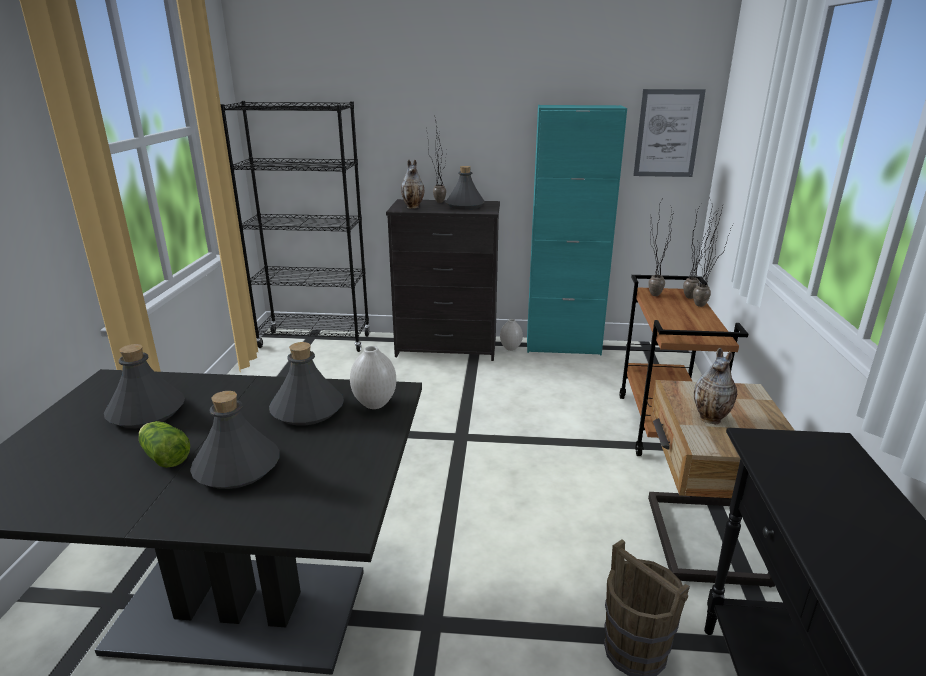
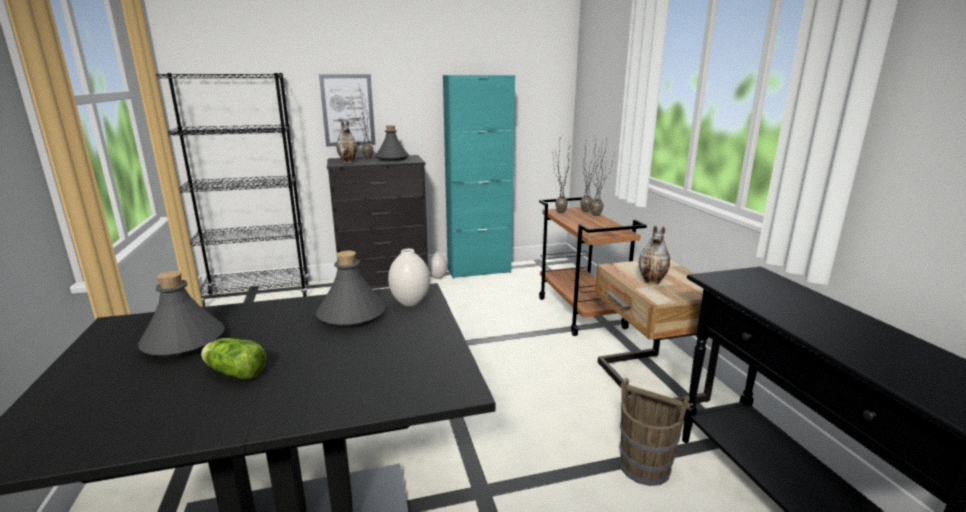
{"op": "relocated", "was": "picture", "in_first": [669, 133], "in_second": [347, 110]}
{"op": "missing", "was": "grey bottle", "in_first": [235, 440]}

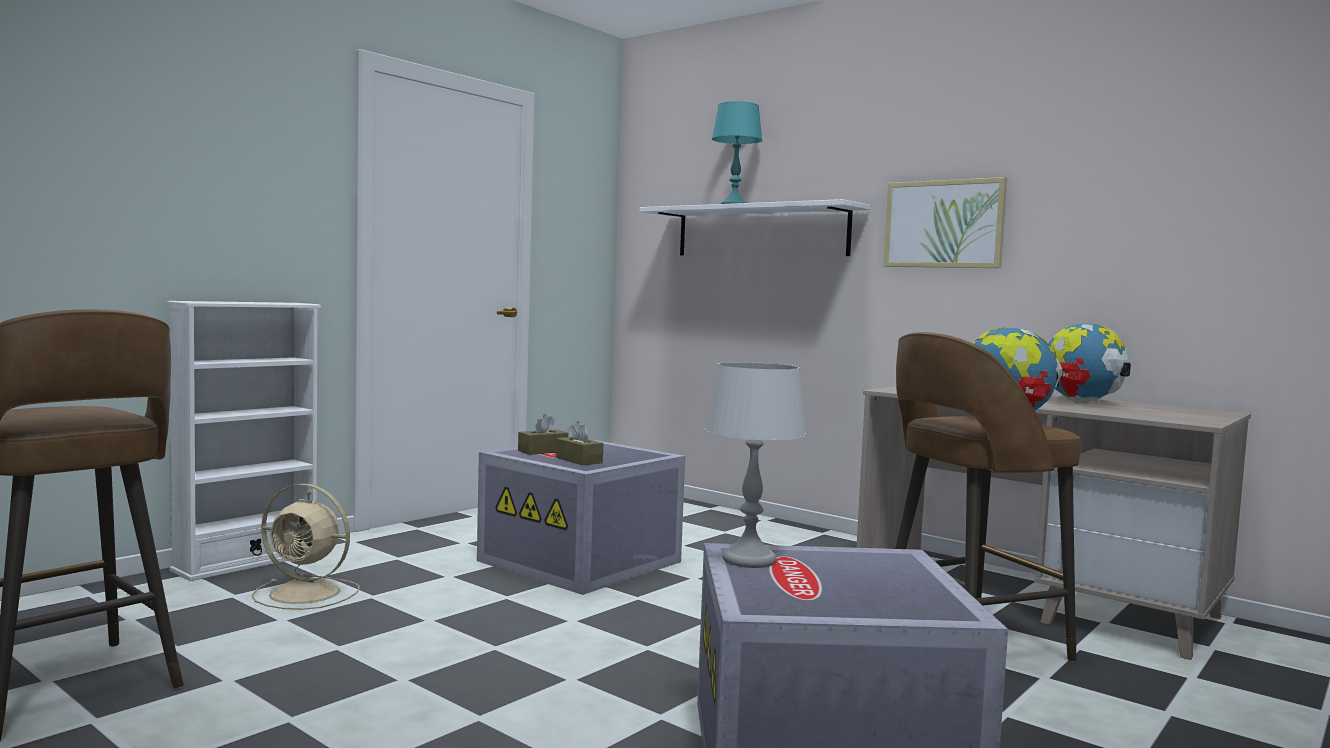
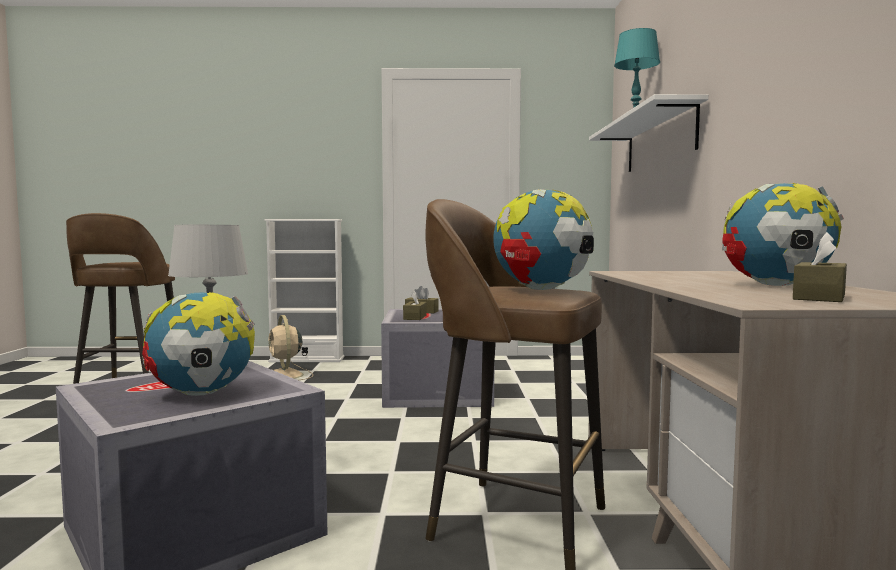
{"op": "missing", "was": "picture", "in_first": [945, 222]}
{"op": "appeared", "now": "brown tissue box", "in_second": [820, 267]}
{"op": "appeared", "now": "globe", "in_second": [198, 344]}

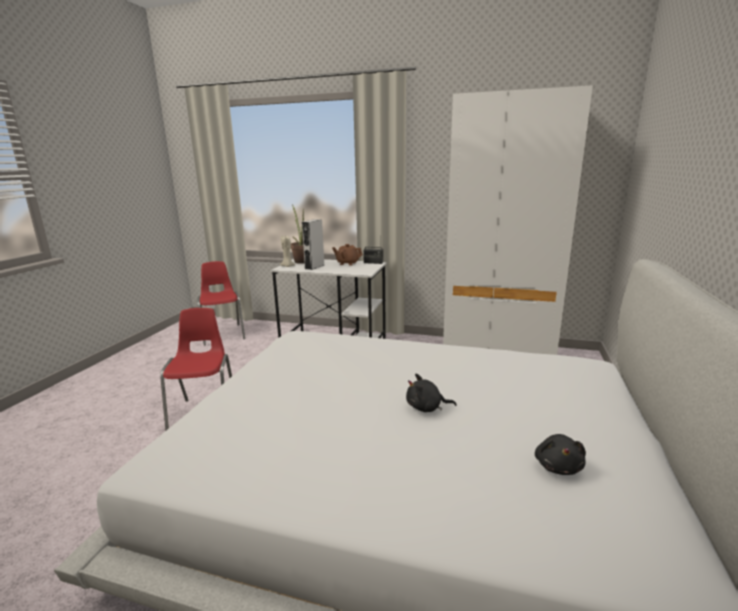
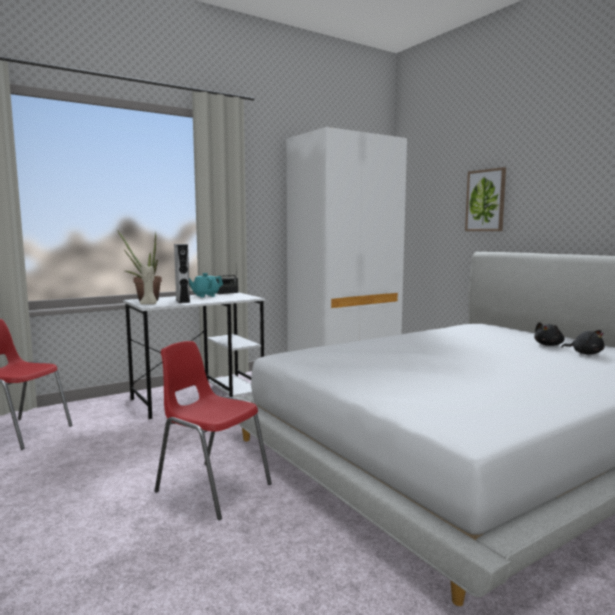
{"op": "colour", "was": "brown teapot", "now": "turquoise teapot", "in_first": [347, 255], "in_second": [206, 285]}
{"op": "relocated", "was": "black plush toy", "in_first": [431, 393], "in_second": [549, 334]}
{"op": "appeared", "now": "picture", "in_second": [485, 199]}

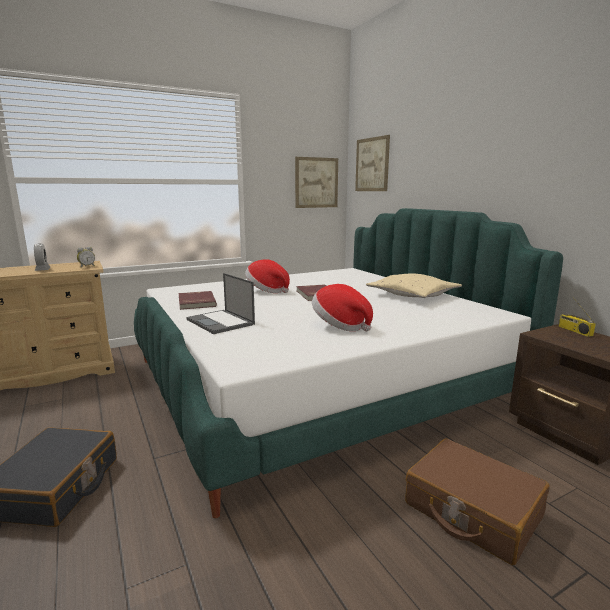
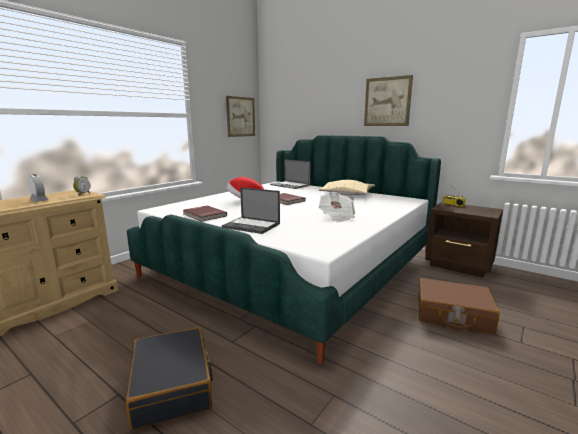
{"op": "relocated", "was": "picture", "in_first": [372, 163], "in_second": [388, 100]}
{"op": "exchanged", "was": "hat", "now": "newspaper", "in_first": [342, 307], "in_second": [337, 207]}
{"op": "appeared", "now": "laptop", "in_second": [290, 174]}

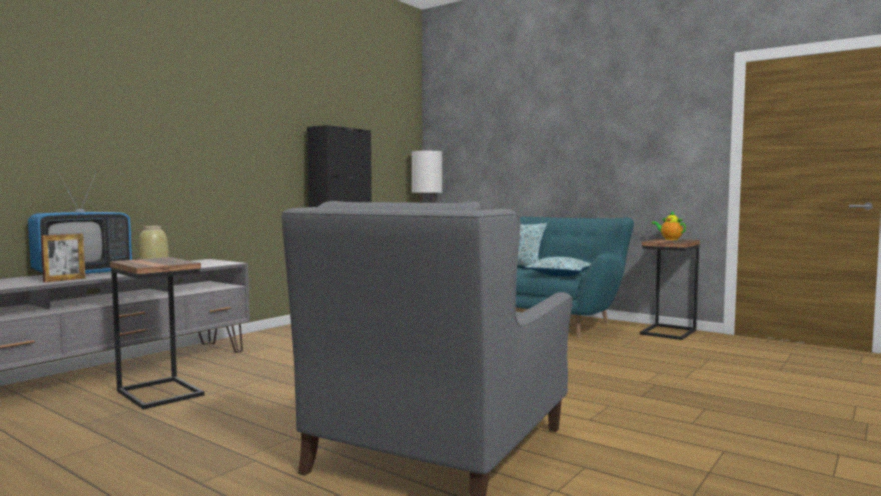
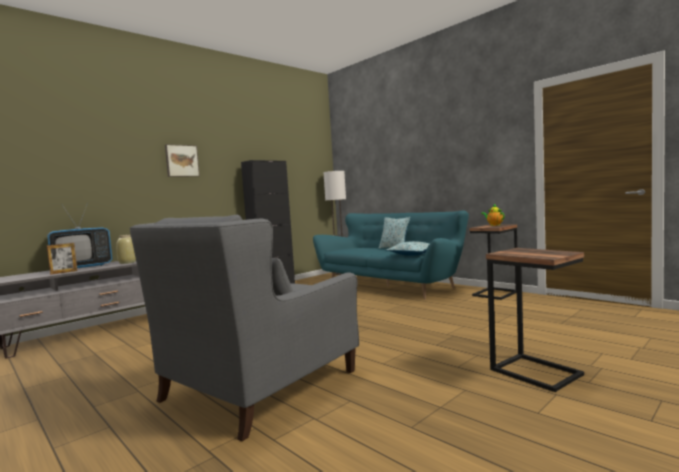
{"op": "relocated", "was": "side table", "in_first": [157, 333], "in_second": [535, 320]}
{"op": "appeared", "now": "picture", "in_second": [182, 160]}

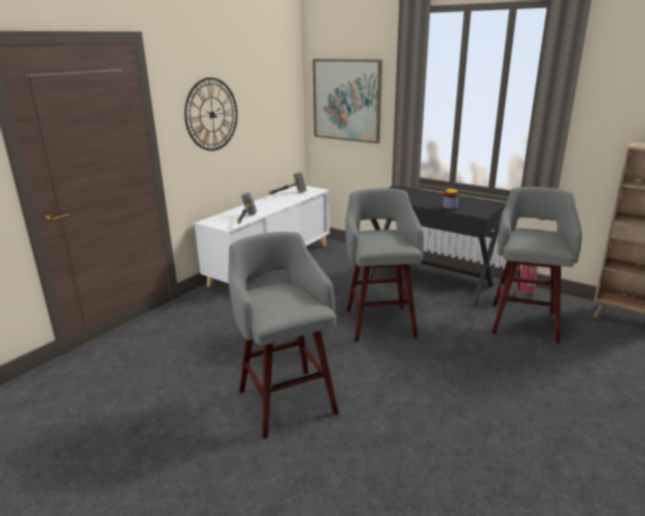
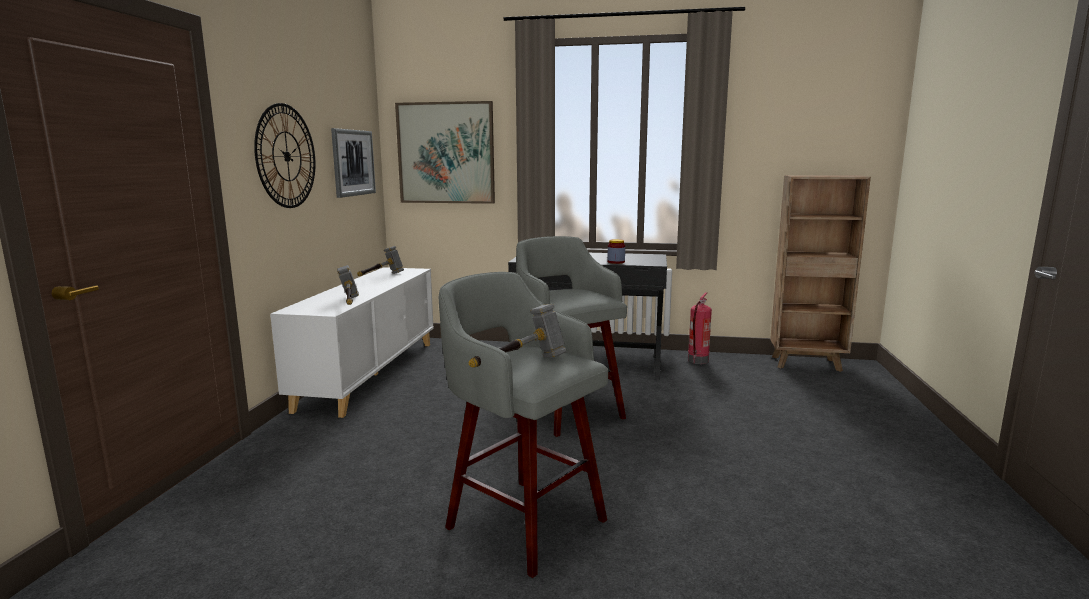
{"op": "missing", "was": "grey stool", "in_first": [537, 265]}
{"op": "appeared", "now": "picture", "in_second": [353, 163]}
{"op": "appeared", "now": "hammer", "in_second": [517, 336]}

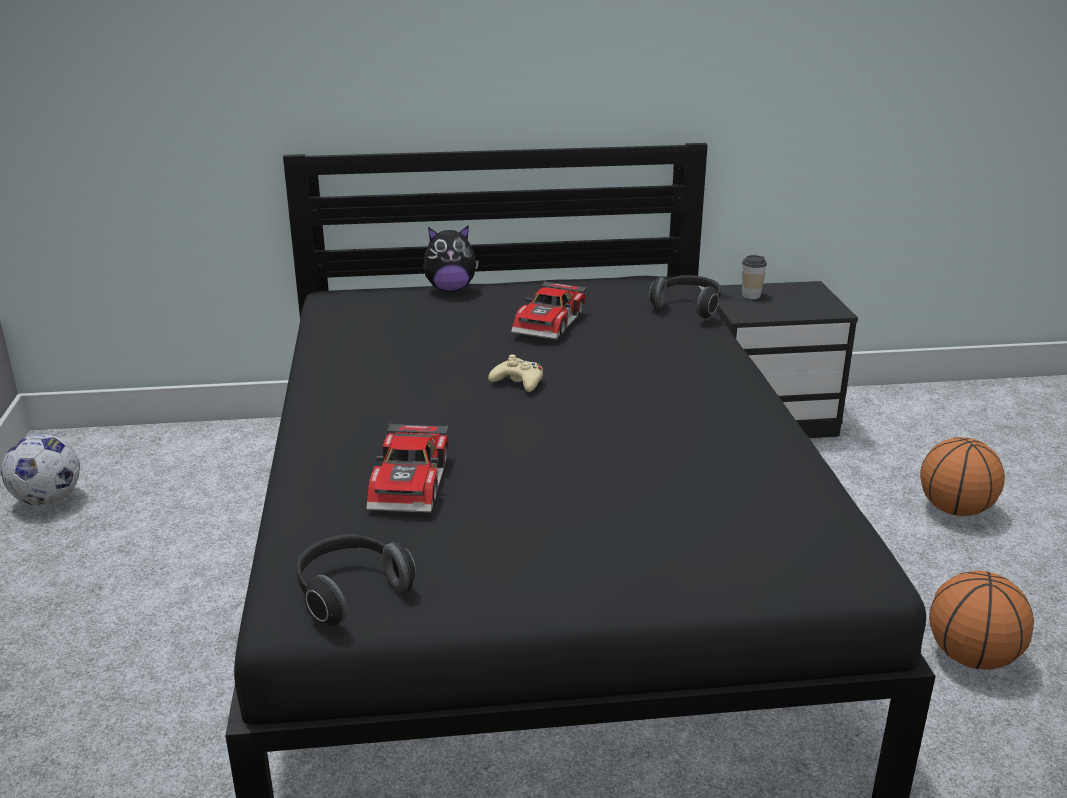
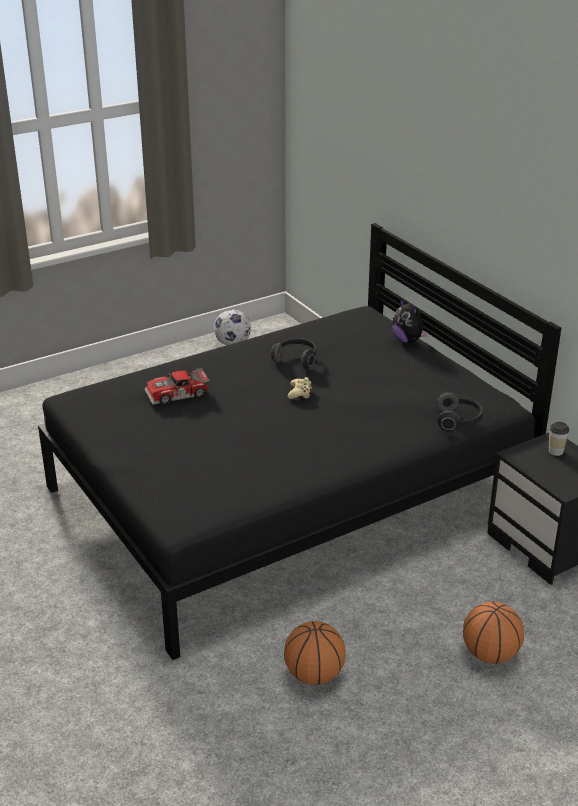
{"op": "missing", "was": "toy car", "in_first": [549, 310]}
{"op": "relocated", "was": "headphones", "in_first": [356, 580], "in_second": [293, 353]}

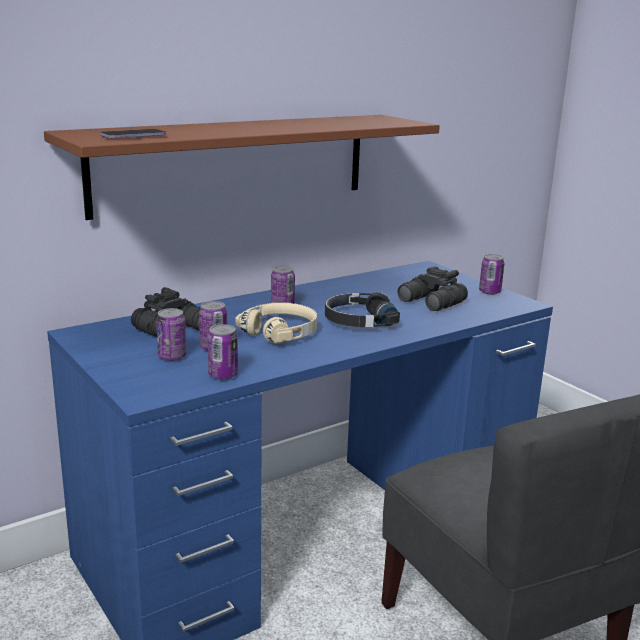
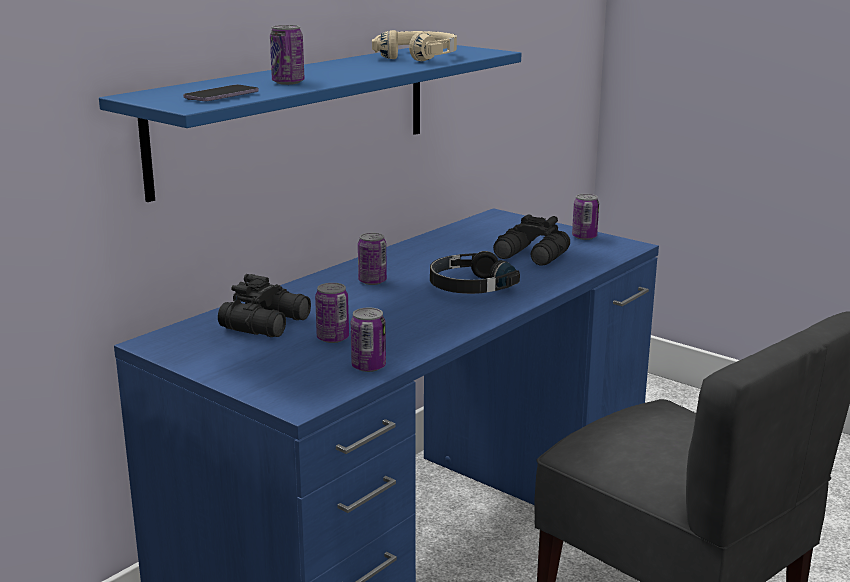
{"op": "colour", "was": "brown shelf", "now": "blue shelf", "in_first": [242, 167], "in_second": [310, 123]}
{"op": "relocated", "was": "beige headphones", "in_first": [276, 323], "in_second": [414, 45]}
{"op": "relocated", "was": "can", "in_first": [171, 334], "in_second": [287, 55]}

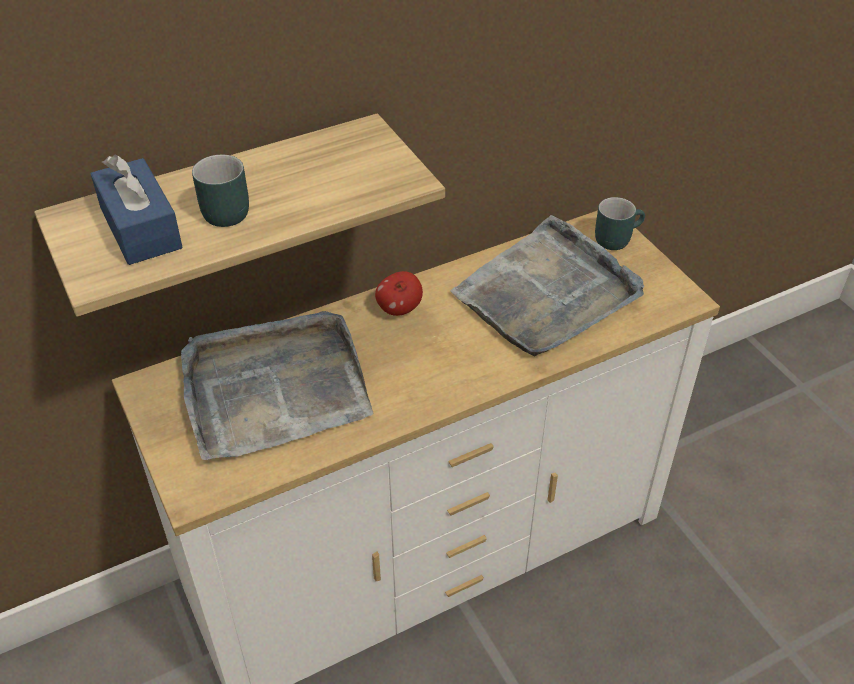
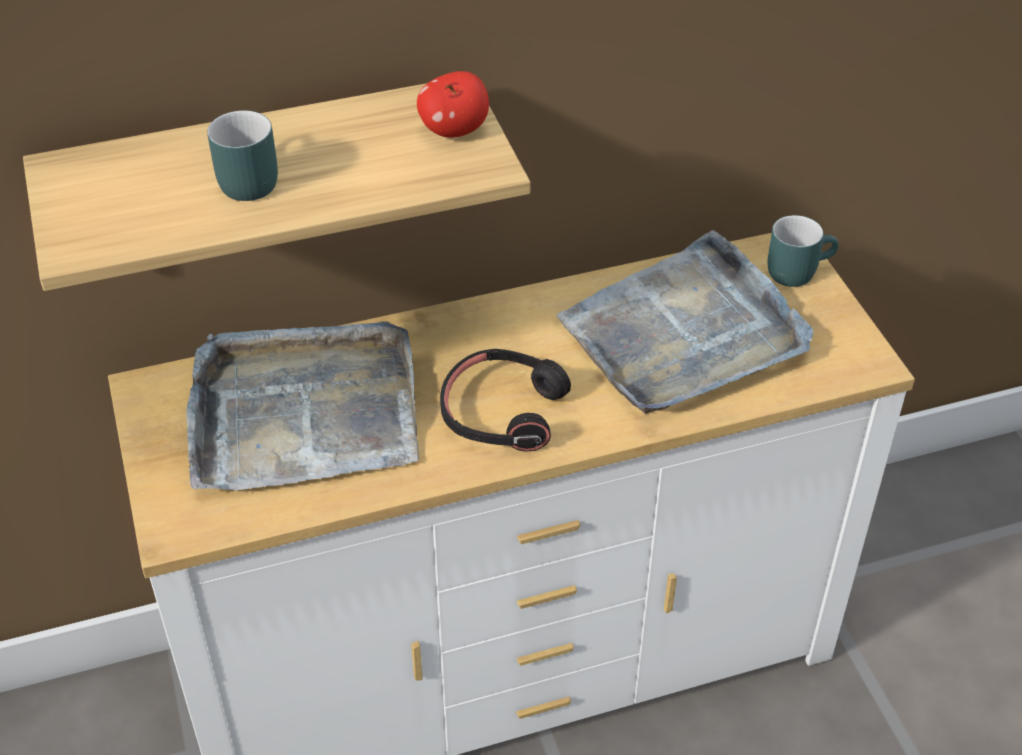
{"op": "missing", "was": "blue tissue box", "in_first": [137, 209]}
{"op": "relocated", "was": "apple", "in_first": [399, 293], "in_second": [453, 104]}
{"op": "appeared", "now": "black headphones", "in_second": [505, 400]}

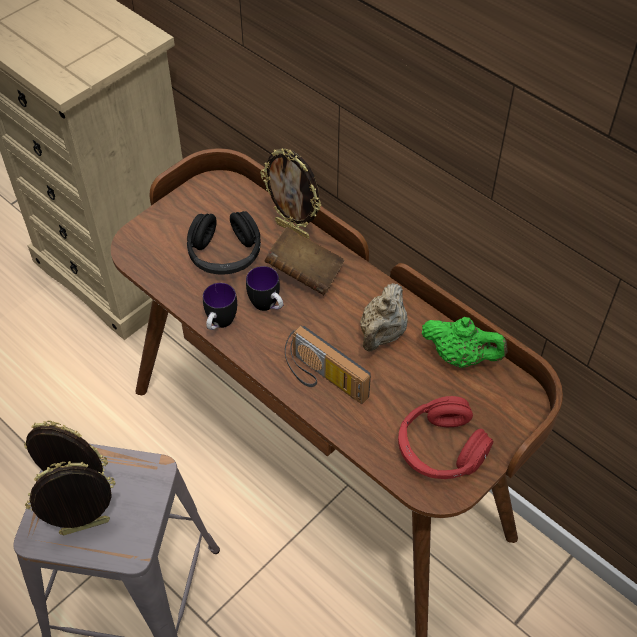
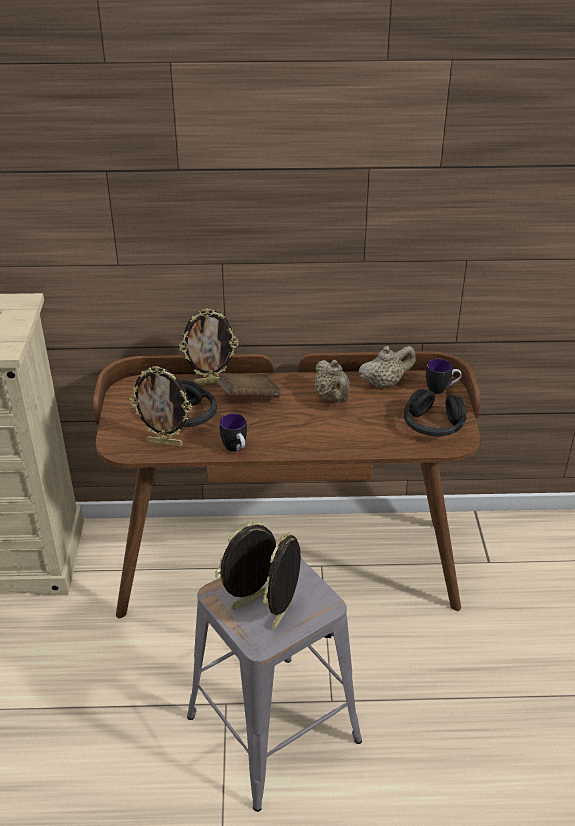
{"op": "relocated", "was": "mug", "in_first": [265, 288], "in_second": [444, 376]}
{"op": "colour", "was": "green teapot", "now": "beige teapot", "in_first": [464, 342], "in_second": [387, 367]}
{"op": "missing", "was": "radio", "in_first": [328, 364]}
{"op": "colour", "was": "red headphones", "now": "black headphones", "in_first": [445, 437], "in_second": [435, 412]}
{"op": "appeared", "now": "picture frame", "in_second": [160, 406]}

